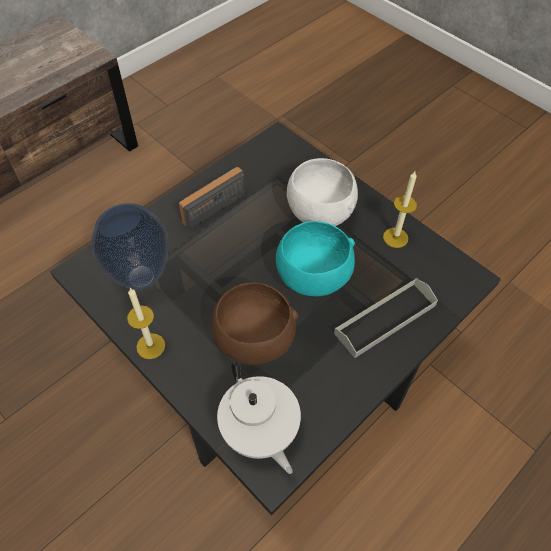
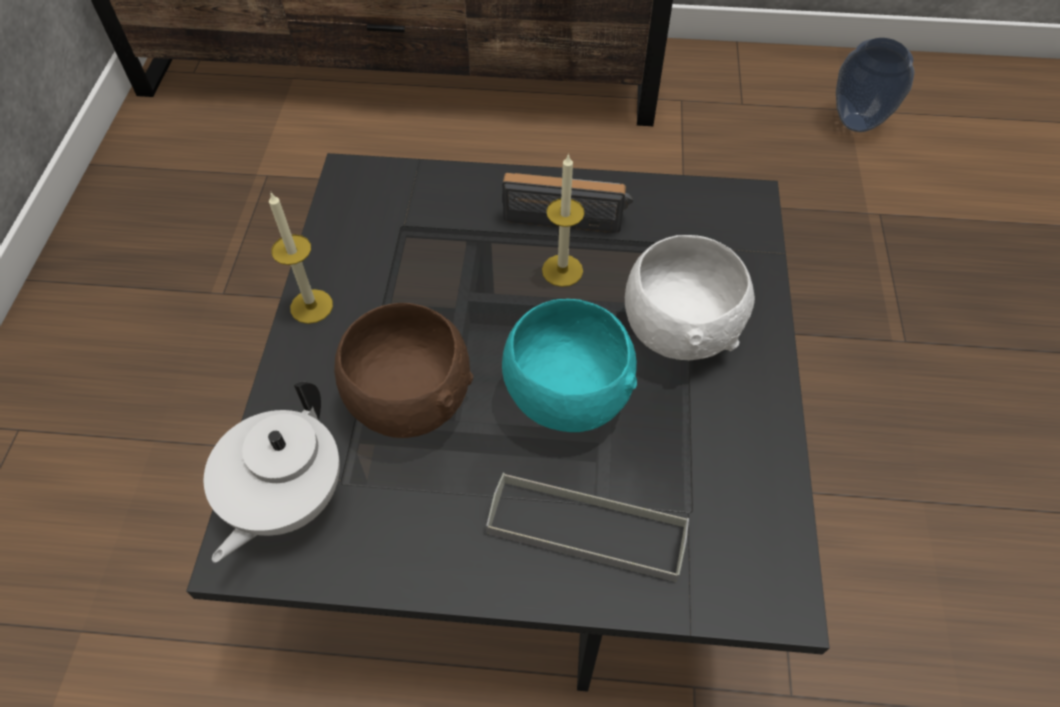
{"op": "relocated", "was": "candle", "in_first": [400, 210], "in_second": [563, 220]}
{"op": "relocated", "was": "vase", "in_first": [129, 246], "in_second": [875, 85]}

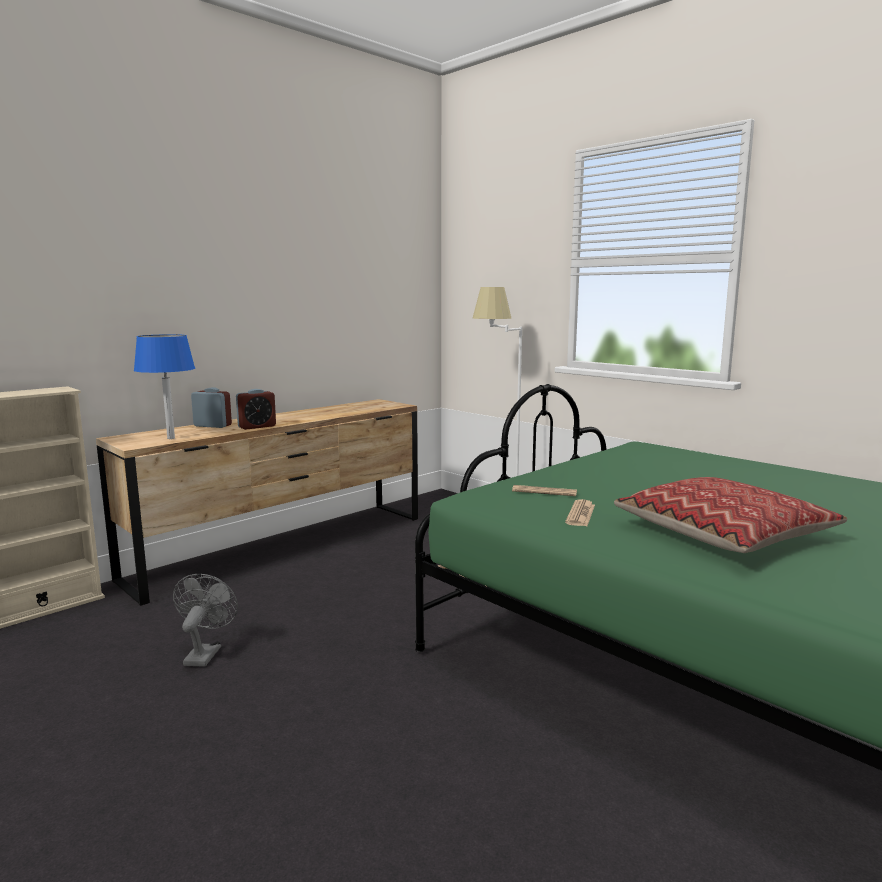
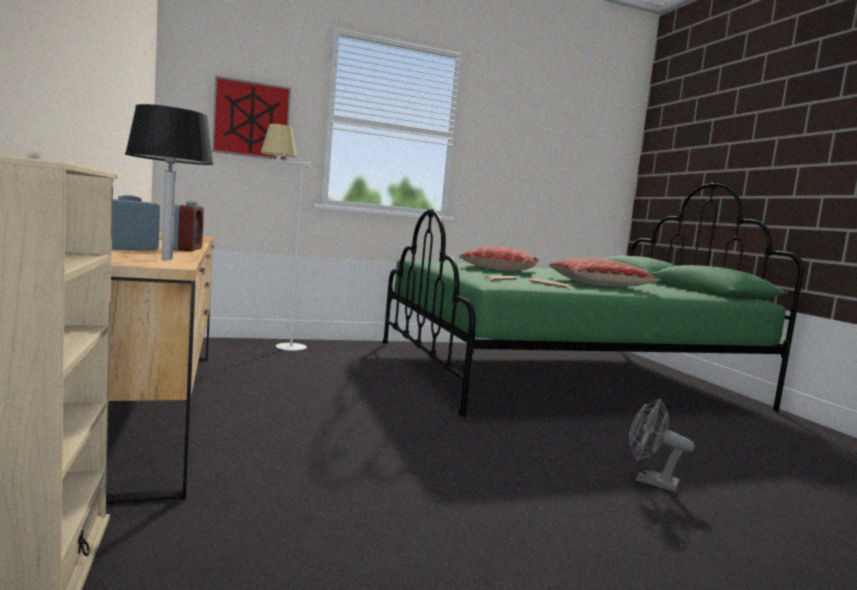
{"op": "colour", "was": "blue table lamp", "now": "black table lamp", "in_first": [164, 386], "in_second": [169, 182]}
{"op": "relocated", "was": "grey fan", "in_first": [205, 620], "in_second": [662, 445]}
{"op": "appeared", "now": "picture", "in_second": [251, 118]}
{"op": "appeared", "now": "pillow", "in_second": [499, 259]}

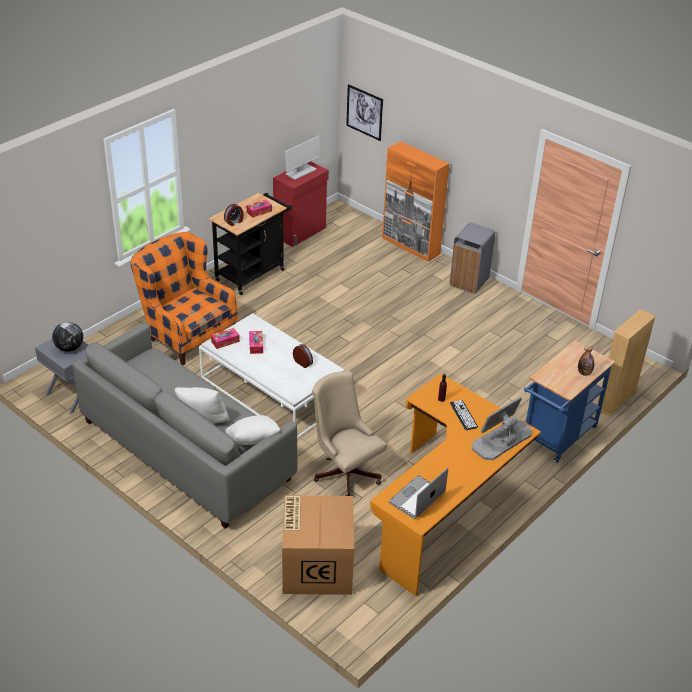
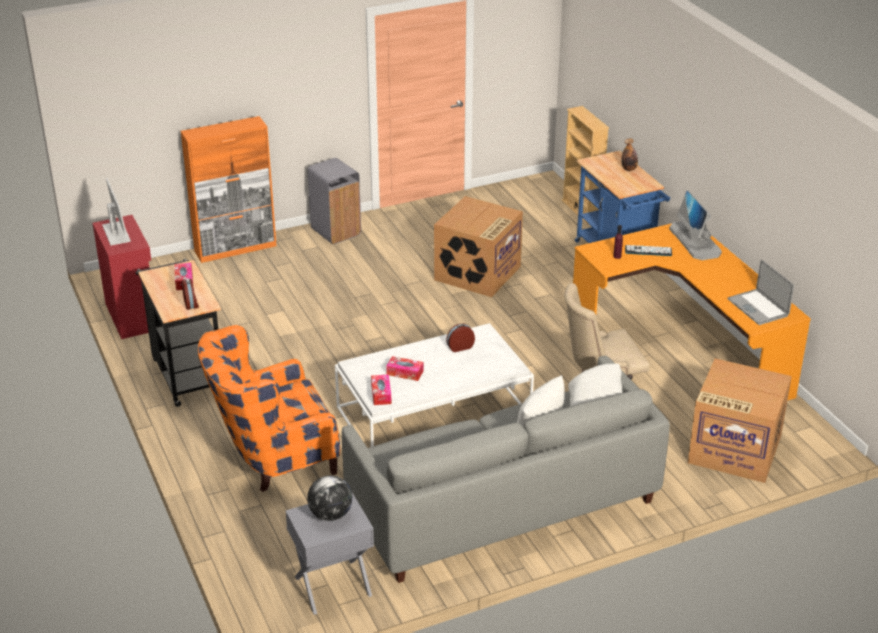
{"op": "missing", "was": "picture", "in_first": [364, 112]}
{"op": "appeared", "now": "cardboard box", "in_second": [478, 246]}

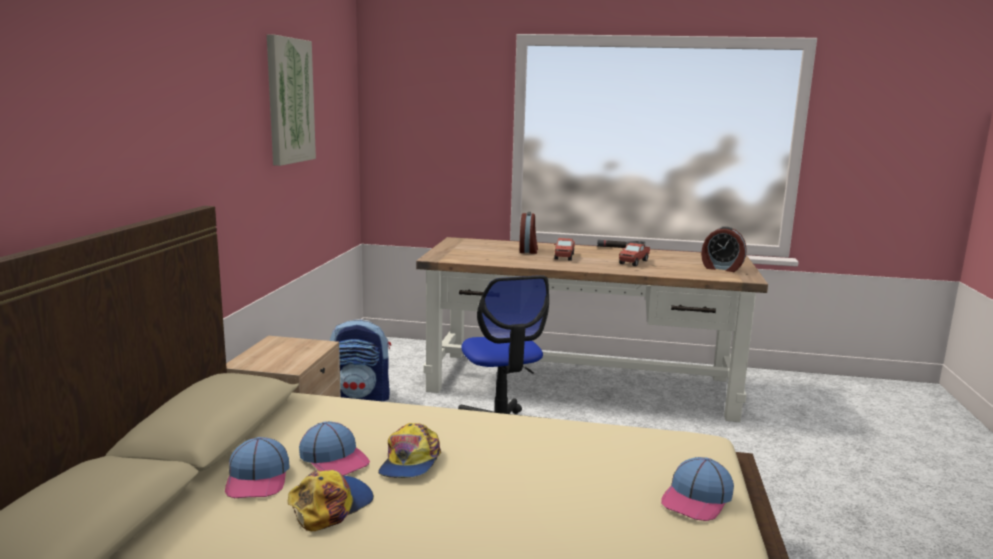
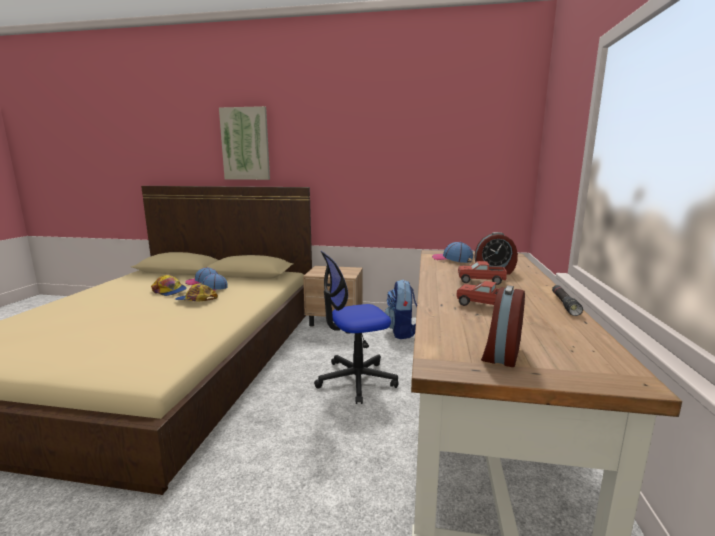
{"op": "relocated", "was": "picture", "in_first": [291, 100], "in_second": [244, 143]}
{"op": "relocated", "was": "cap", "in_first": [697, 489], "in_second": [452, 252]}

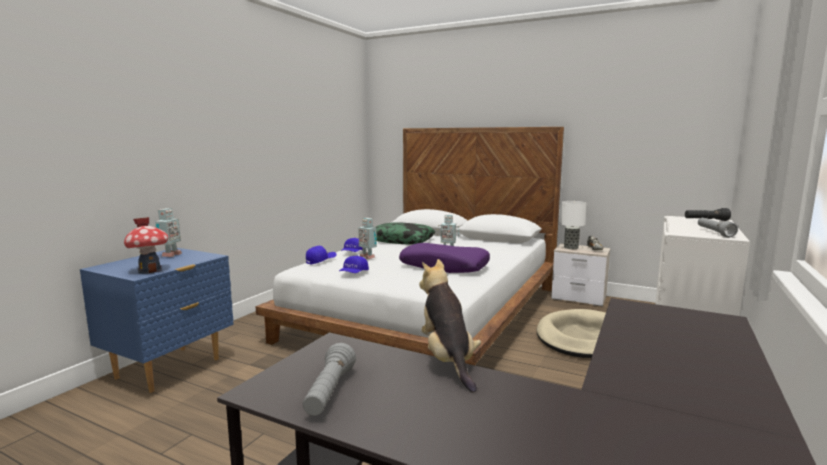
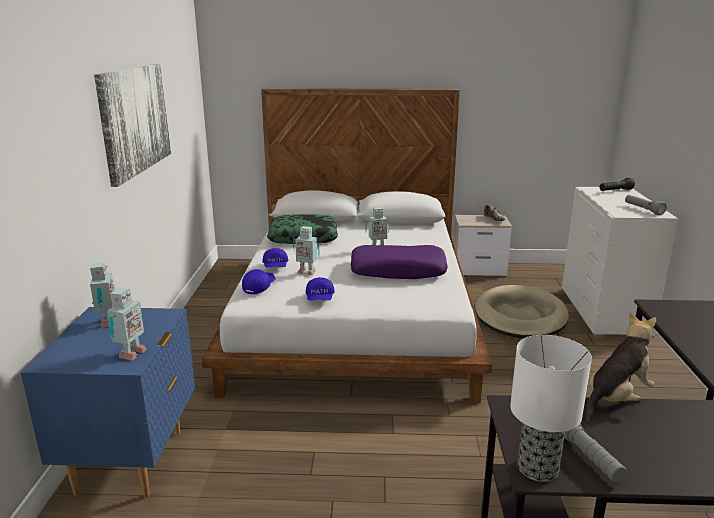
{"op": "relocated", "was": "table lamp", "in_first": [573, 225], "in_second": [551, 408]}
{"op": "exchanged", "was": "toy house", "now": "toy robot", "in_first": [146, 245], "in_second": [127, 324]}
{"op": "spun", "was": "plush toy", "in_first": [450, 326], "in_second": [621, 367], "clockwise": 90}
{"op": "appeared", "now": "picture", "in_second": [132, 125]}

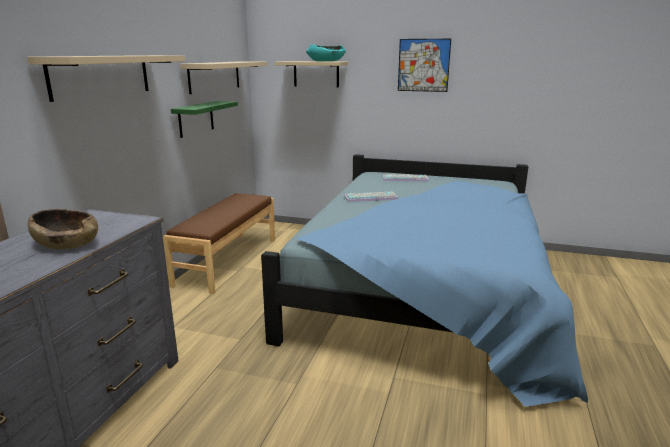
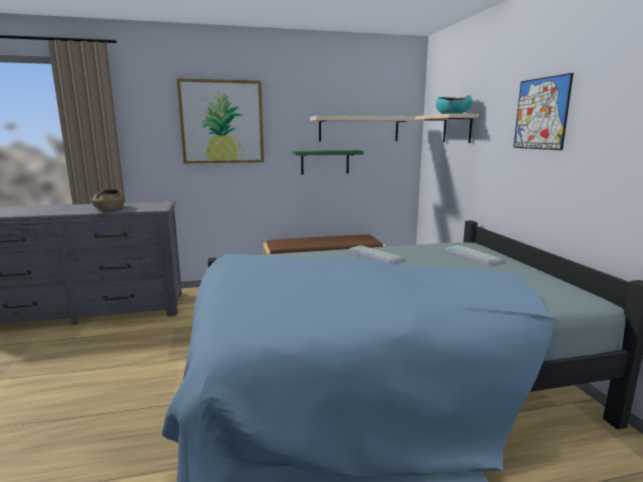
{"op": "exchanged", "was": "beige shelf", "now": "picture", "in_first": [106, 78], "in_second": [220, 120]}

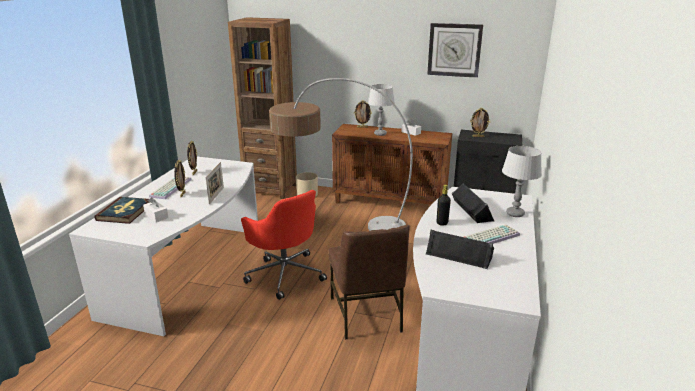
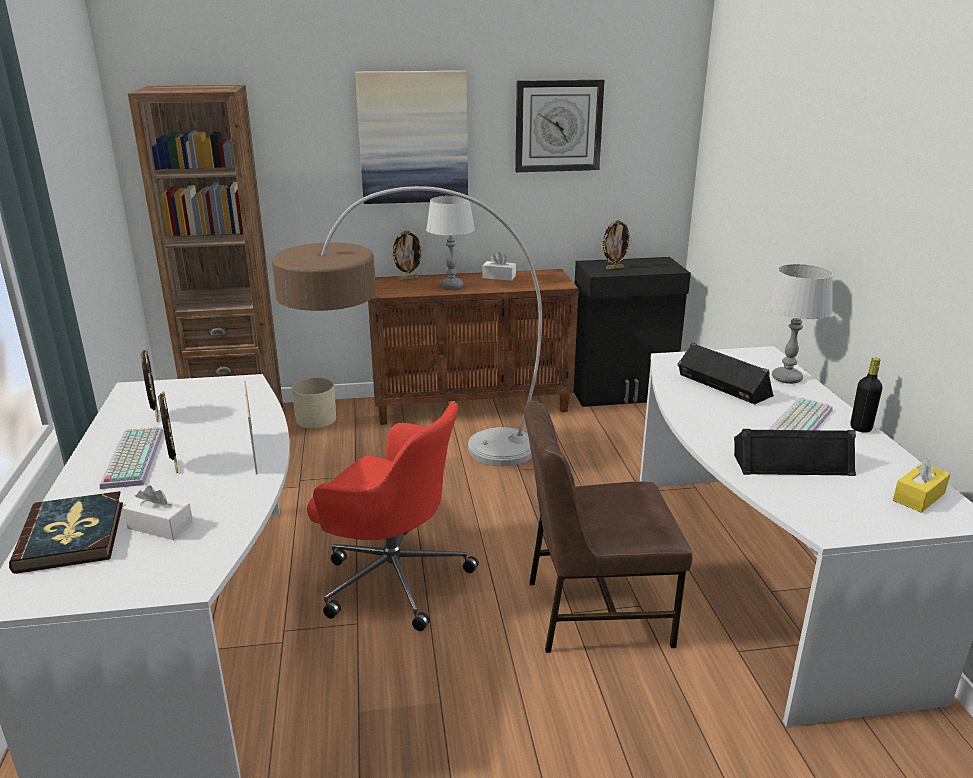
{"op": "relocated", "was": "black bottle", "in_first": [444, 205], "in_second": [866, 395]}
{"op": "spun", "was": "brown chair", "in_first": [369, 282], "in_second": [608, 526], "clockwise": 120}
{"op": "appeared", "now": "picture", "in_second": [411, 137]}
{"op": "appeared", "now": "yellow tissue box", "in_second": [921, 484]}

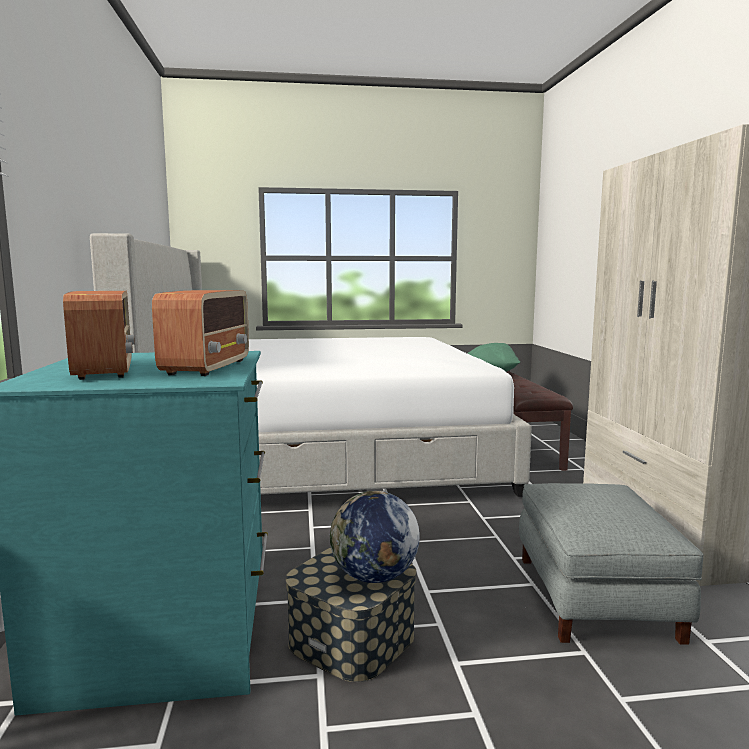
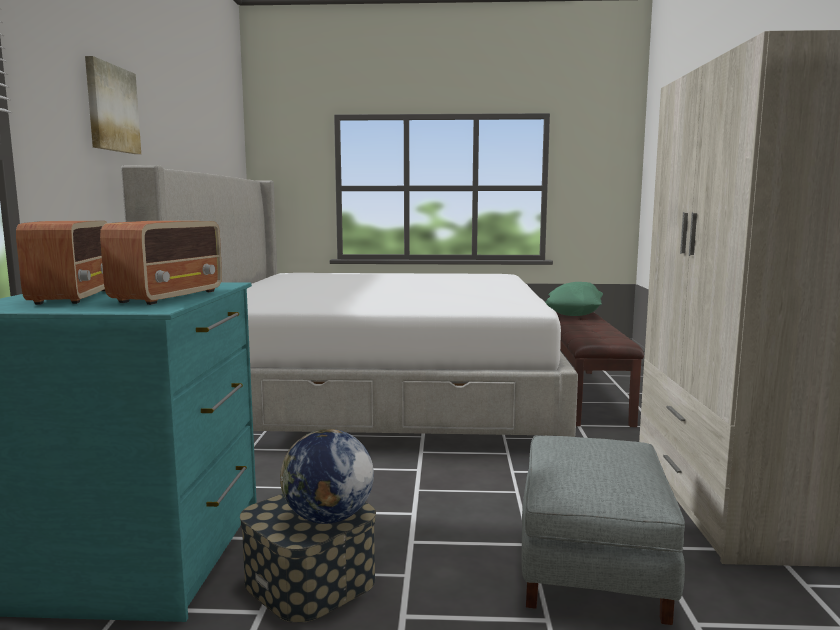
{"op": "appeared", "now": "picture", "in_second": [113, 105]}

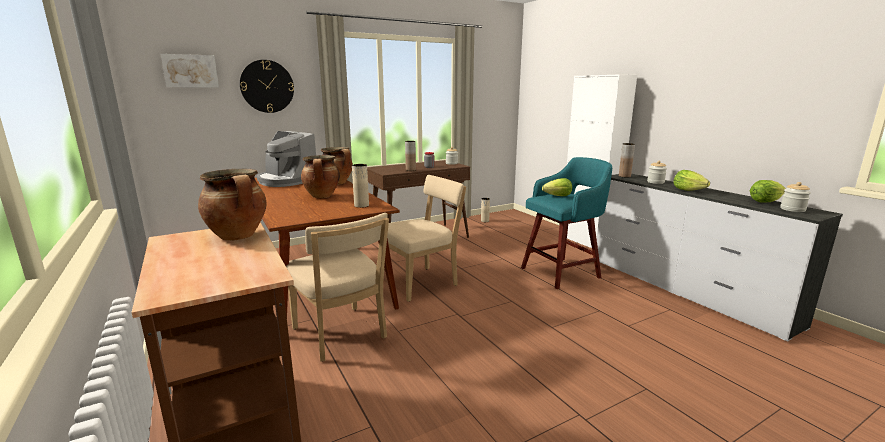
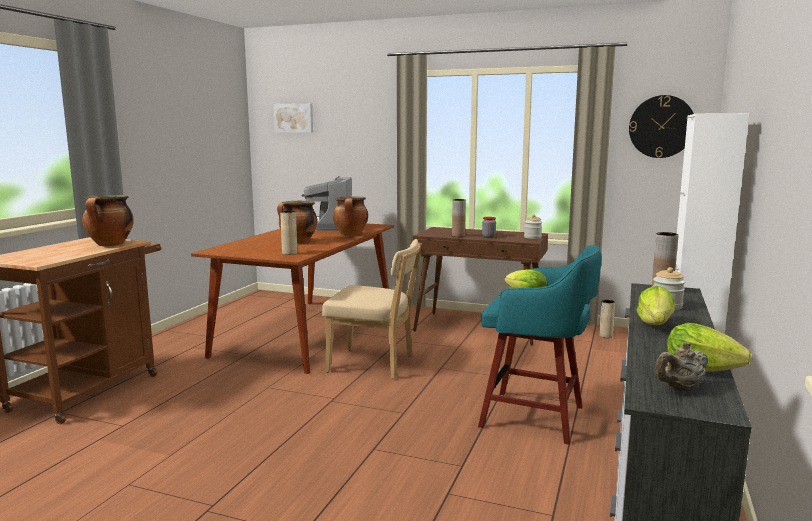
{"op": "relocated", "was": "wall clock", "in_first": [267, 86], "in_second": [661, 126]}
{"op": "exchanged", "was": "jar", "now": "beige teapot", "in_first": [795, 197], "in_second": [681, 367]}
{"op": "missing", "was": "beige chair", "in_first": [337, 287]}

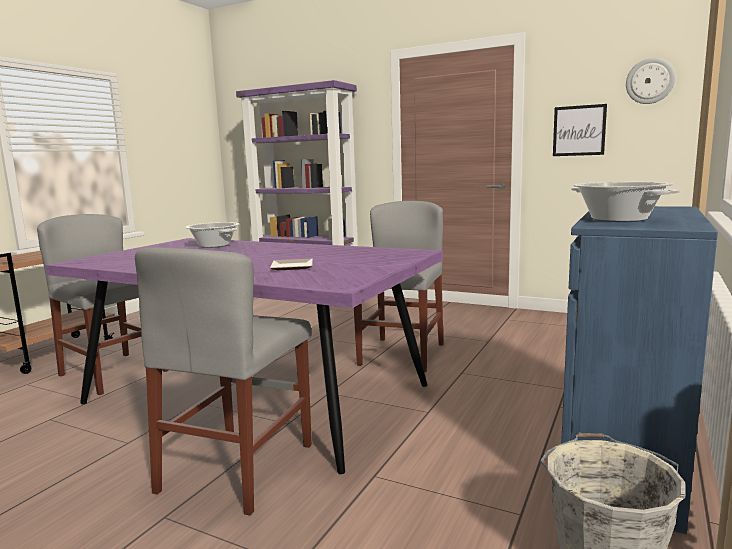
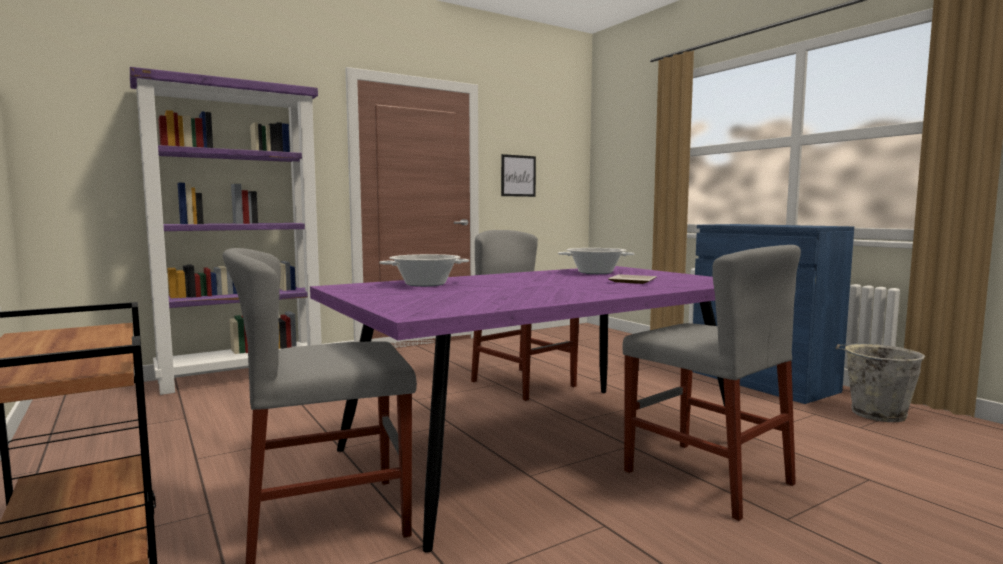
{"op": "missing", "was": "wall clock", "in_first": [650, 81]}
{"op": "relocated", "was": "cooking pot", "in_first": [625, 202], "in_second": [596, 261]}

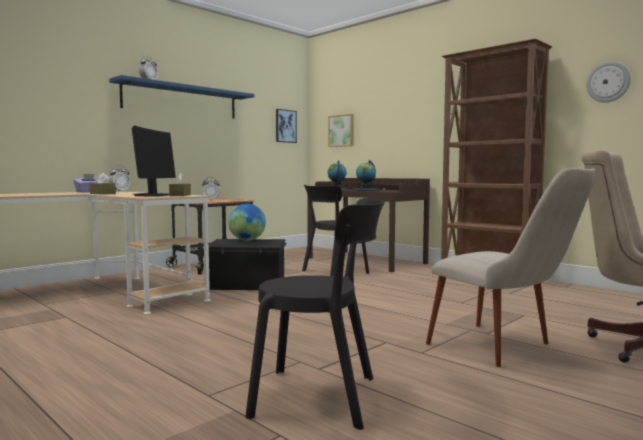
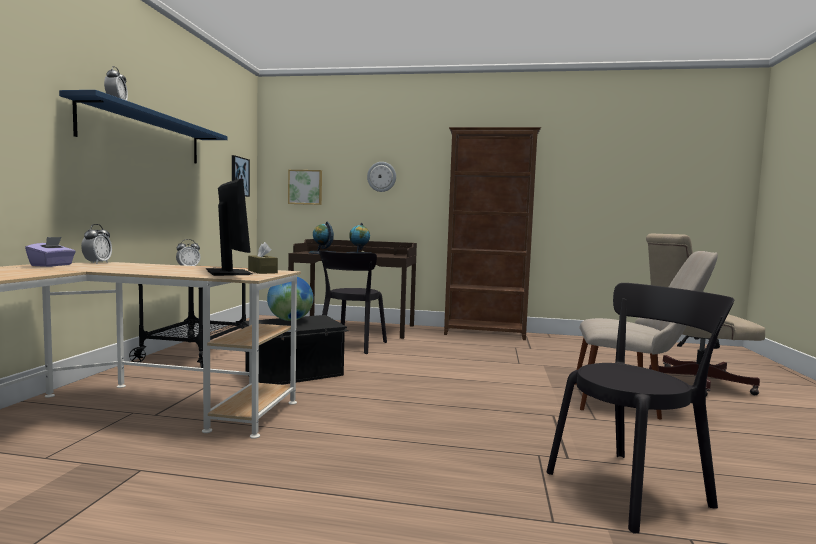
{"op": "relocated", "was": "wall clock", "in_first": [608, 82], "in_second": [381, 177]}
{"op": "missing", "was": "brown tissue box", "in_first": [103, 184]}

